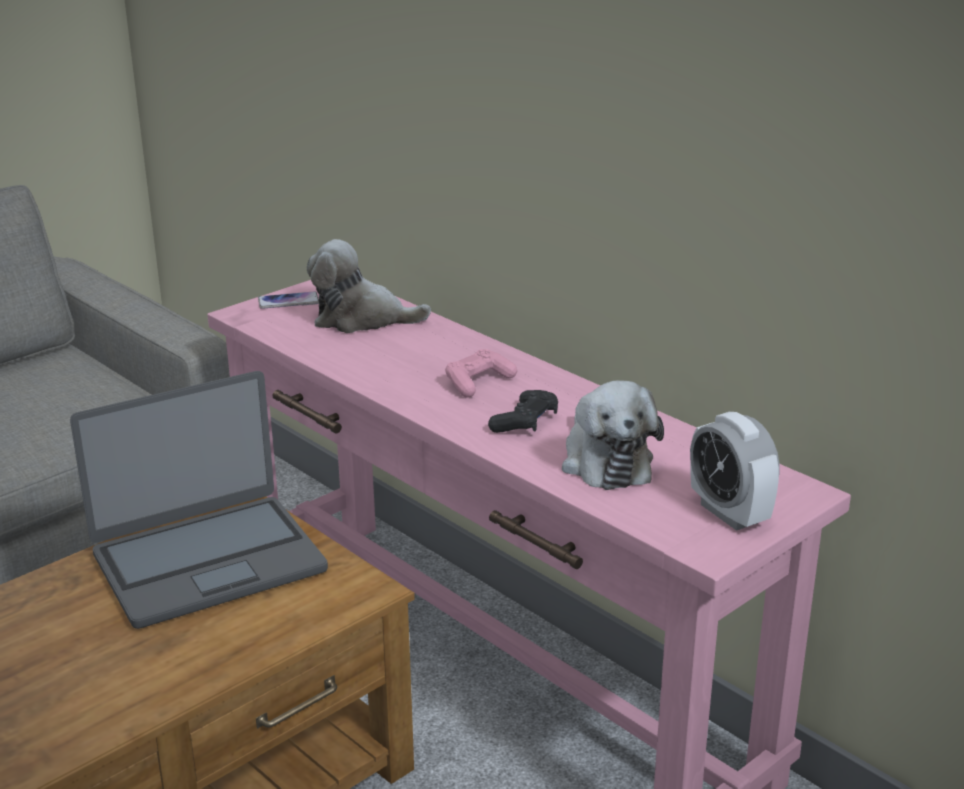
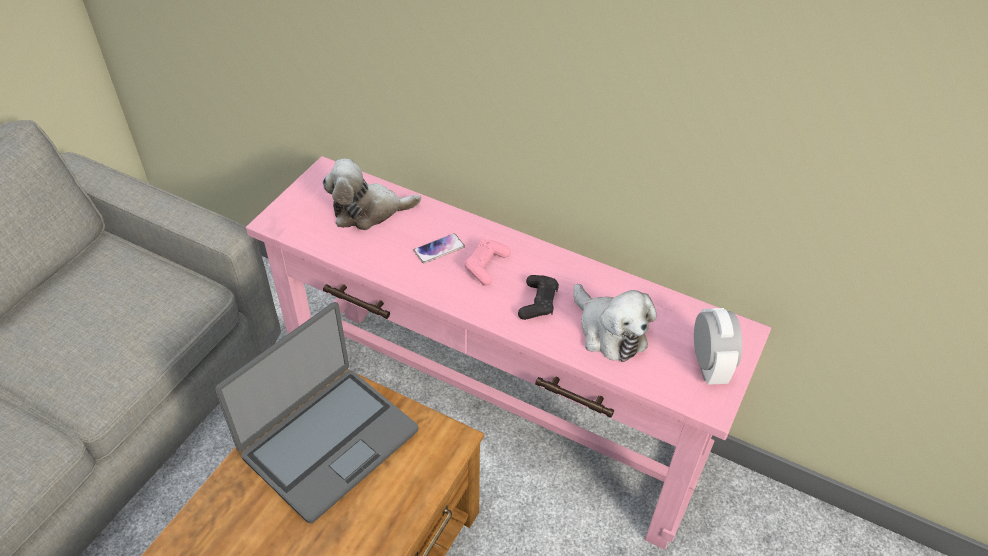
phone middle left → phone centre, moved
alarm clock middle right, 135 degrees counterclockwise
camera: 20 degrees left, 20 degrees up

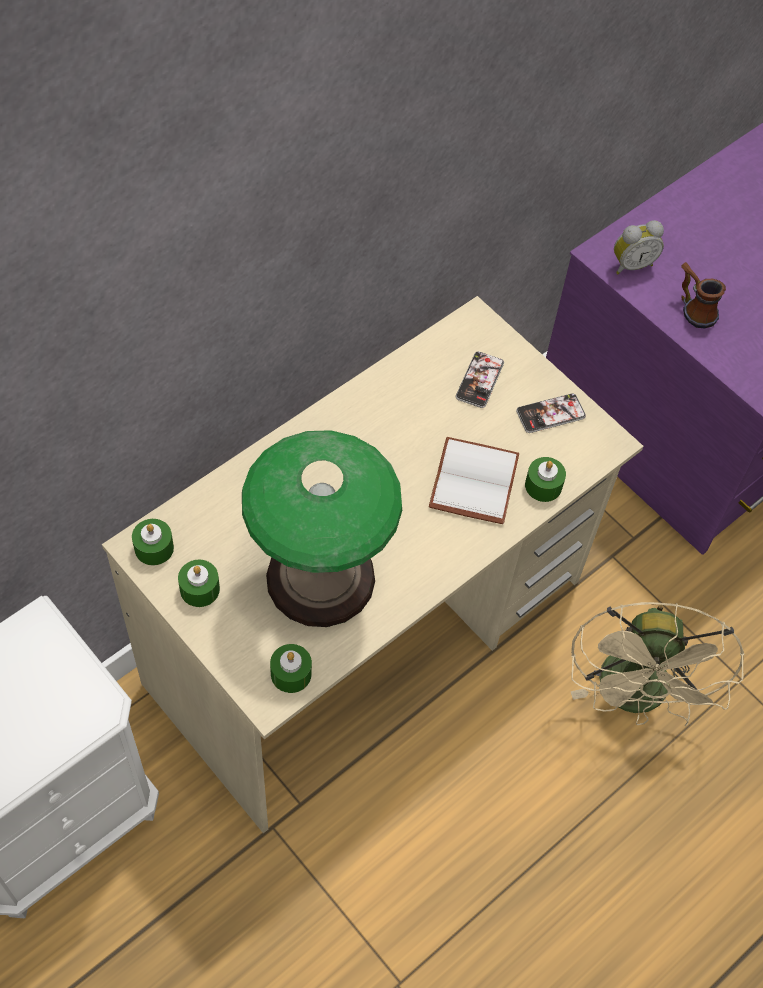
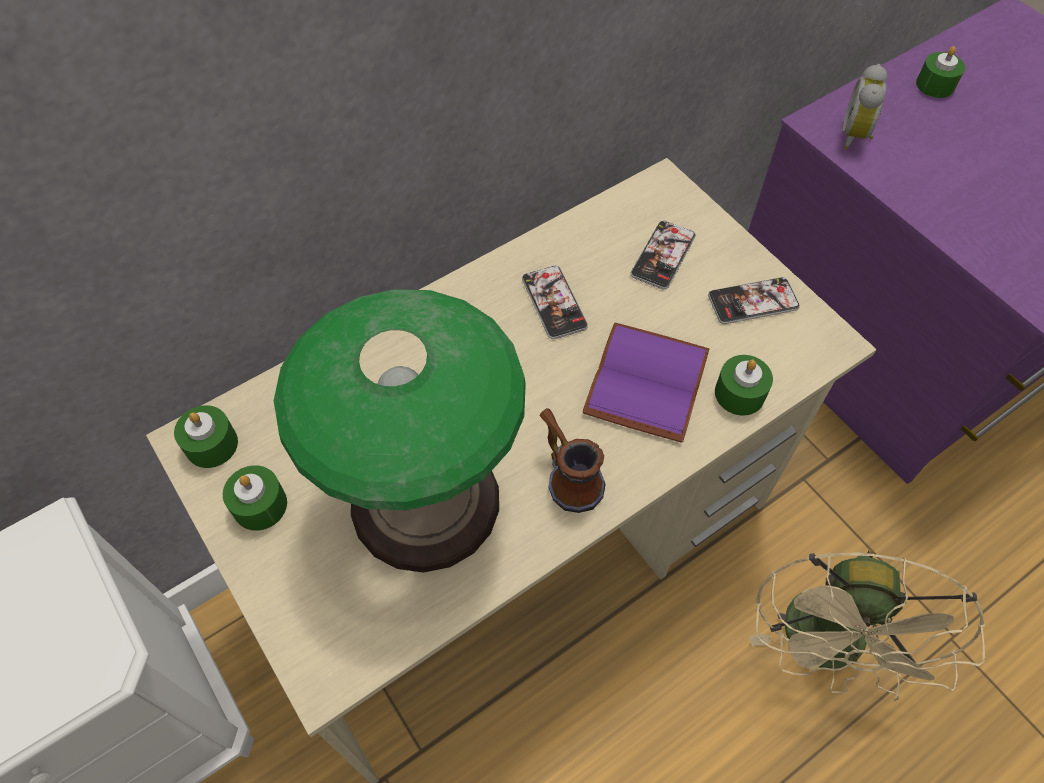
alarm clock top right, 120 degrees clockwise
mug top right → mug centre, moved
white book centre → purple book centre
green candle (3rd from left in the first image) bottom centre → green candle (4th from left) top right, moved
- → phone (1st from left) centre
camera: 10 degrees right, 0 degrees up

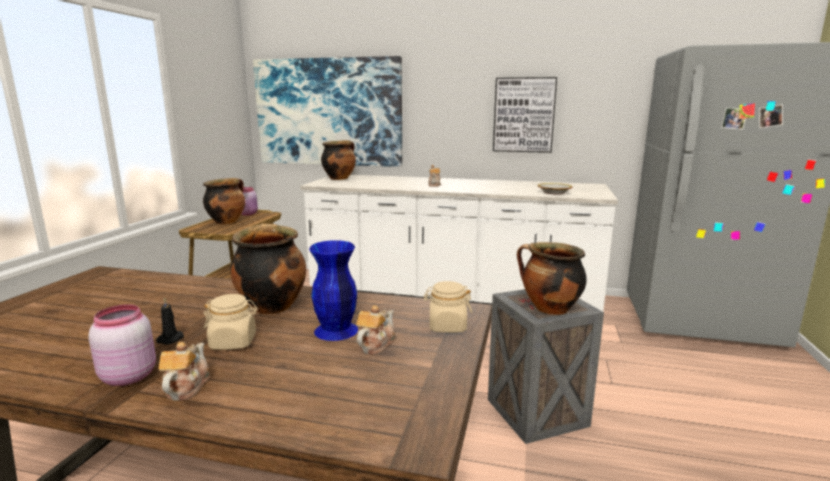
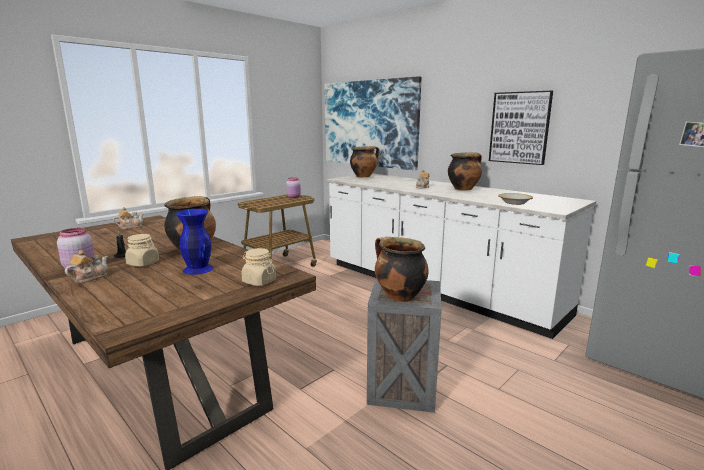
cooking pot (1st from left in the first image) middle left → cooking pot (4th from left) centre, moved
teapot (2nd from left) bottom centre → teapot (2nd from left) middle left, moved
camera: 30 degrees right, 0 degrees up

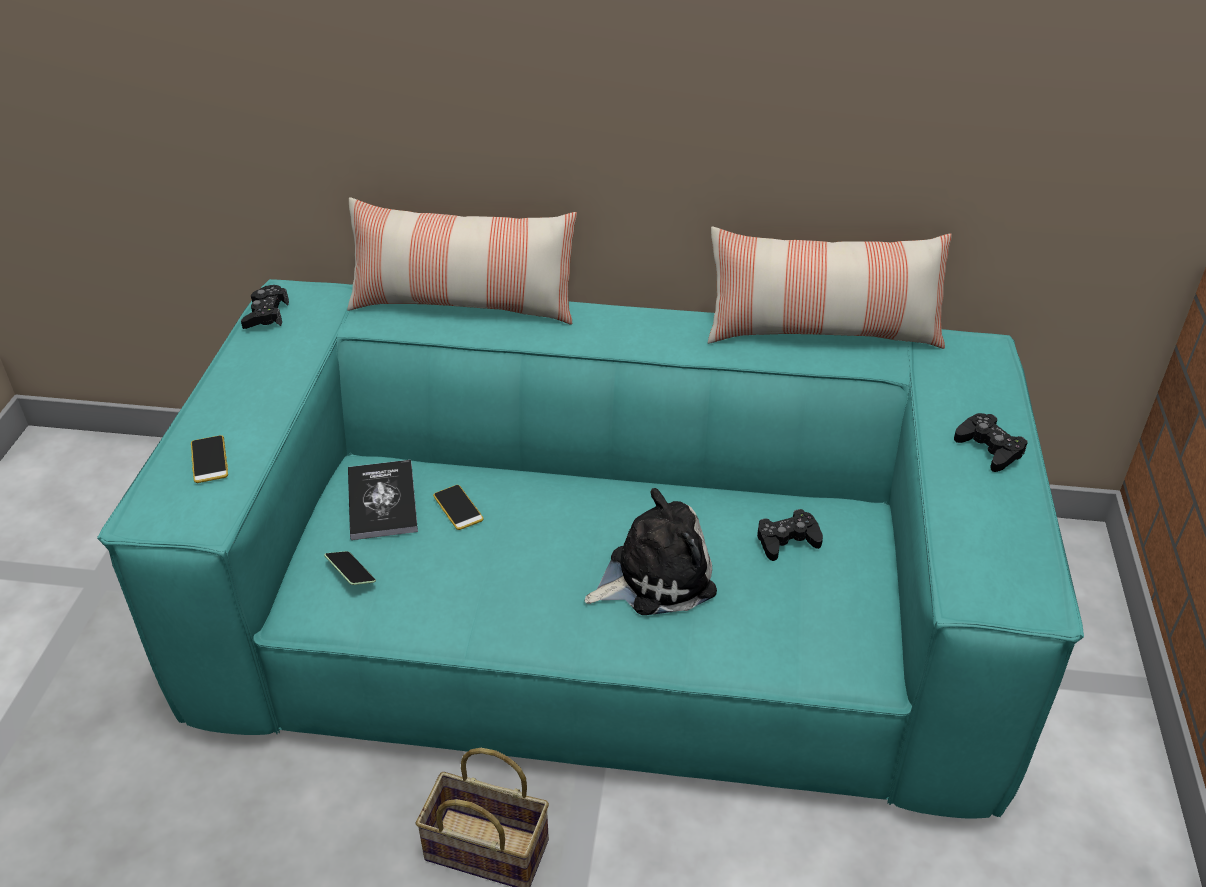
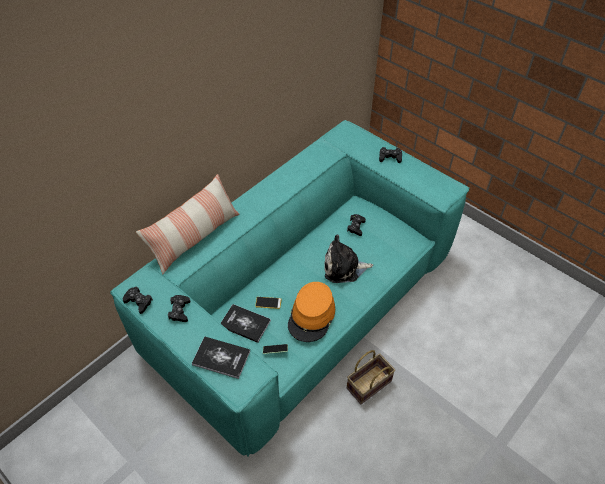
pillow (2nd from left) top right → -
phone (1st from left) middle left → book (1st from left) bottom centre
plush toy centre, 105 degrees counterclockwise
- → orange hat centre
- → black game controller (2nd from left) middle left
camera: 55 degrees left, 10 degrees up

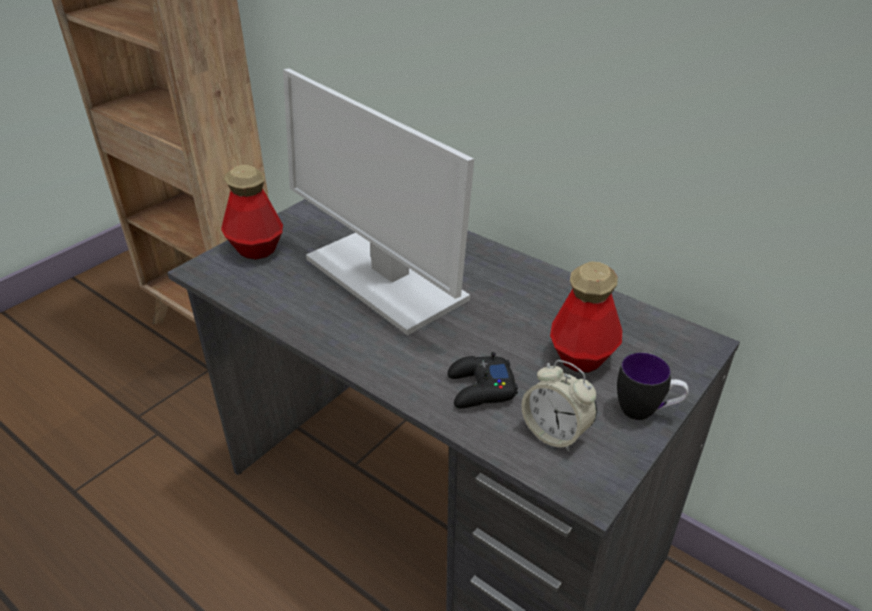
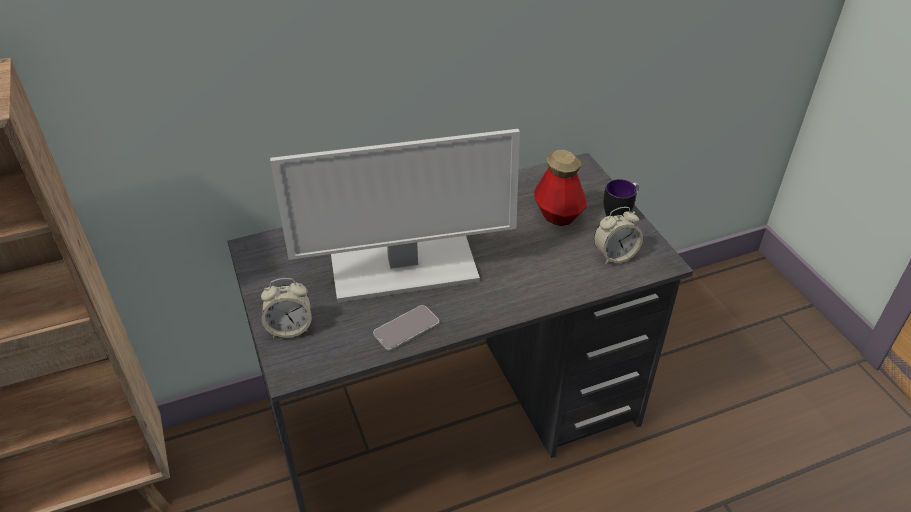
bottle (1st from left) middle left → alarm clock (1st from left) middle left
black game controller centre → -
- → phone centre
camera: 60 degrees left, 5 degrees up

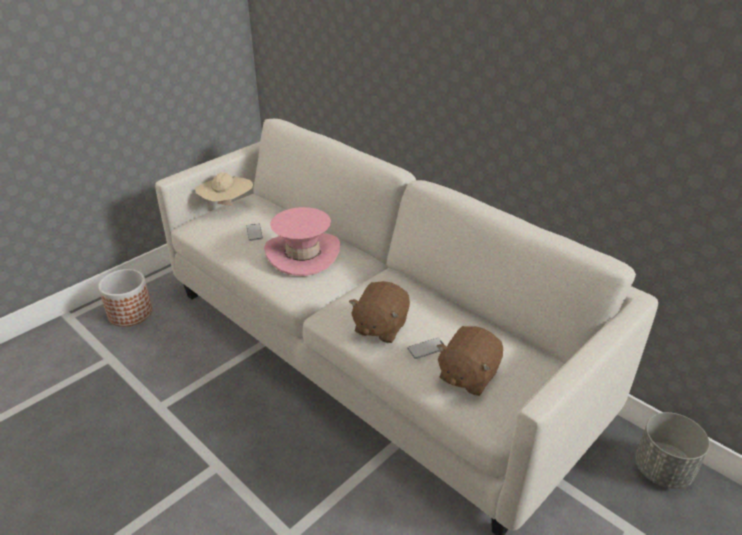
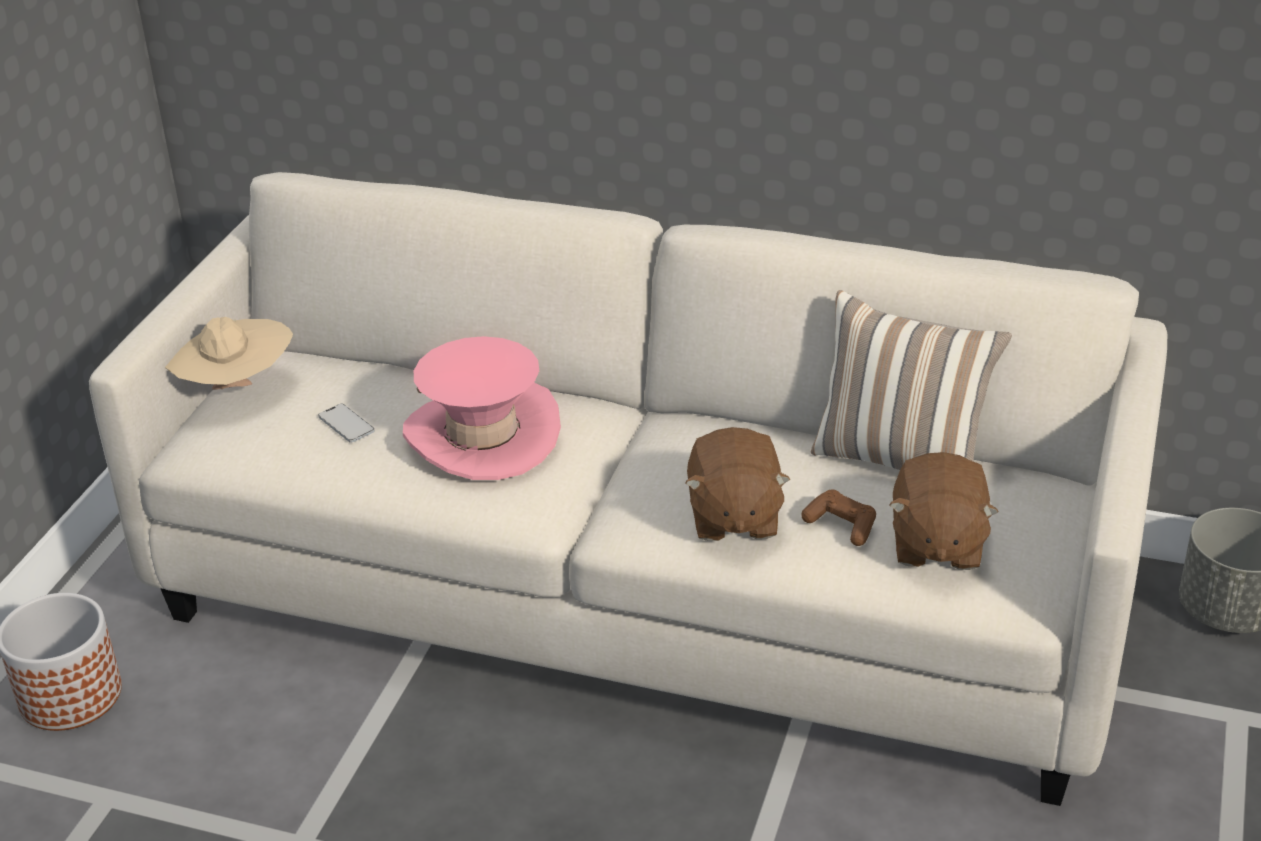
phone (2nd from left) centre → brown game controller centre
- → pillow middle right
camera: 25 degrees left, 0 degrees up

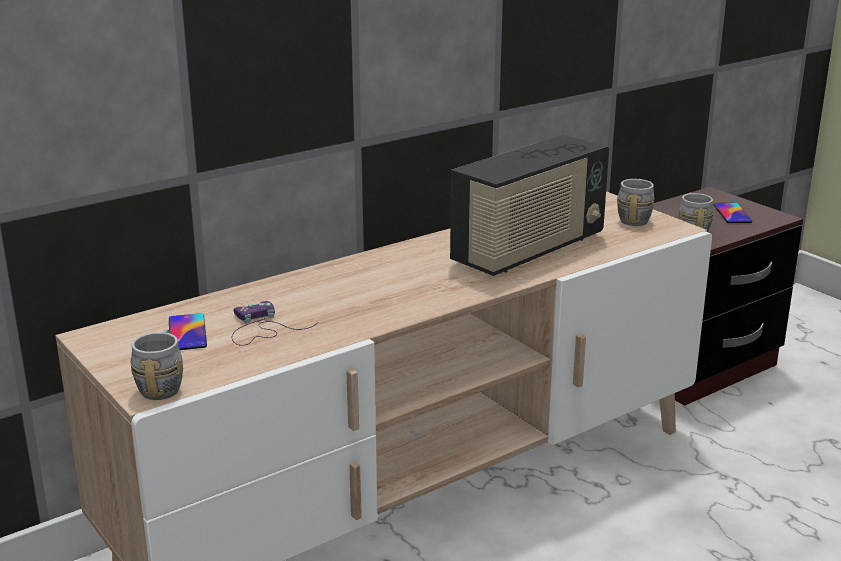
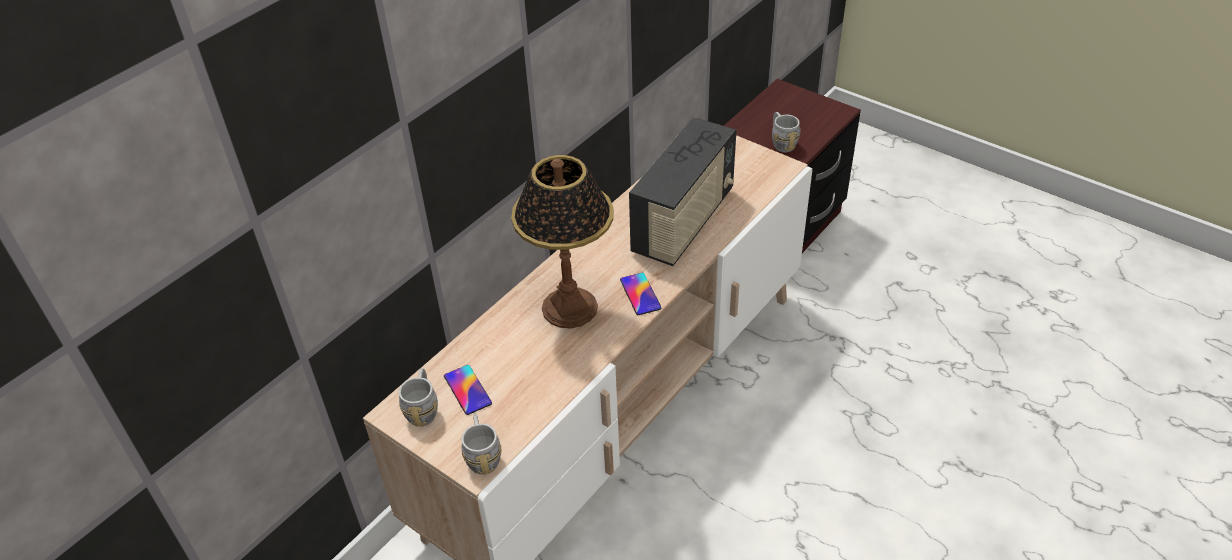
grey mug (2nd from left in the first image) middle right → grey mug (1st from left) bottom centre, moved
phone (2nd from left) middle right → phone (2nd from left) centre, moved
purple game controller middle left → -
- → table lamp centre
camera: 15 degrees left, 20 degrees up

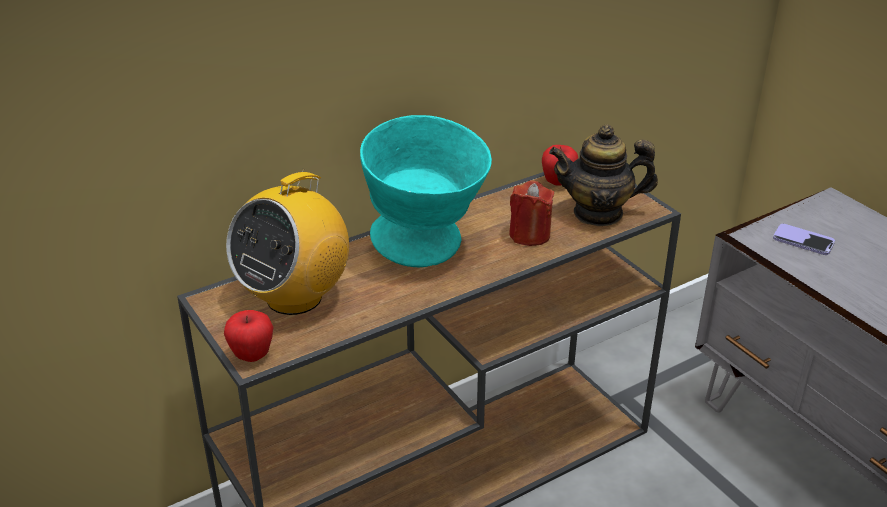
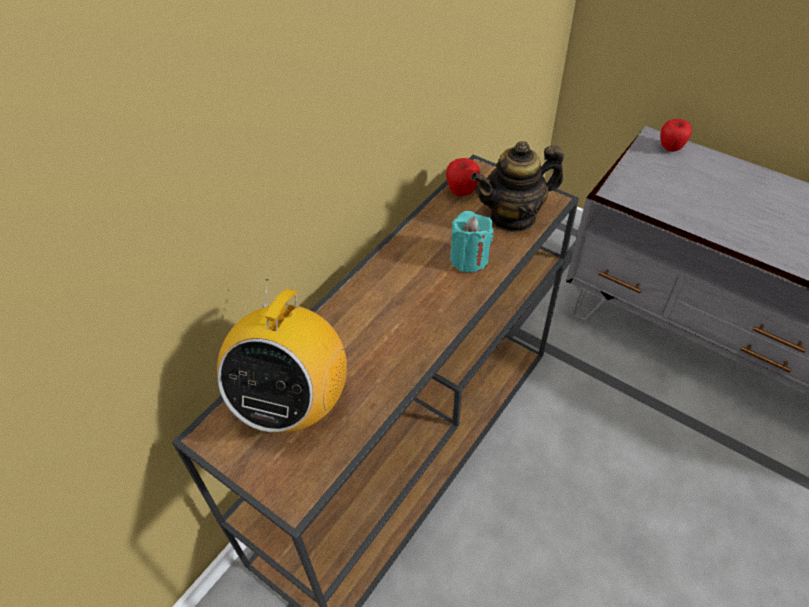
turquoise bowl centre → -
red candle centre → turquoise candle centre
phone middle right → -
apple (1st from left in the first image) middle left → apple (2nd from left) top right, moved
camera: 20 degrees left, 15 degrees up

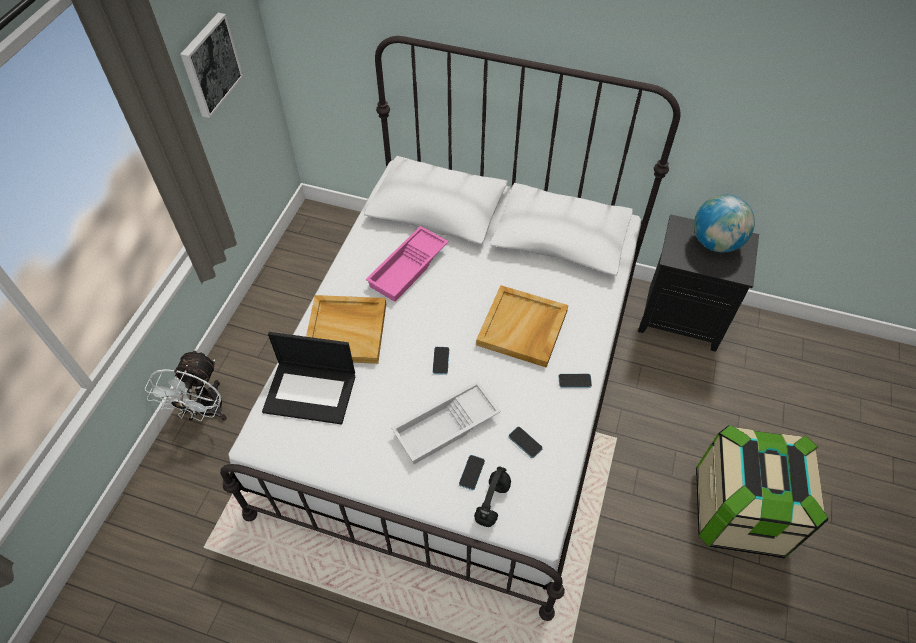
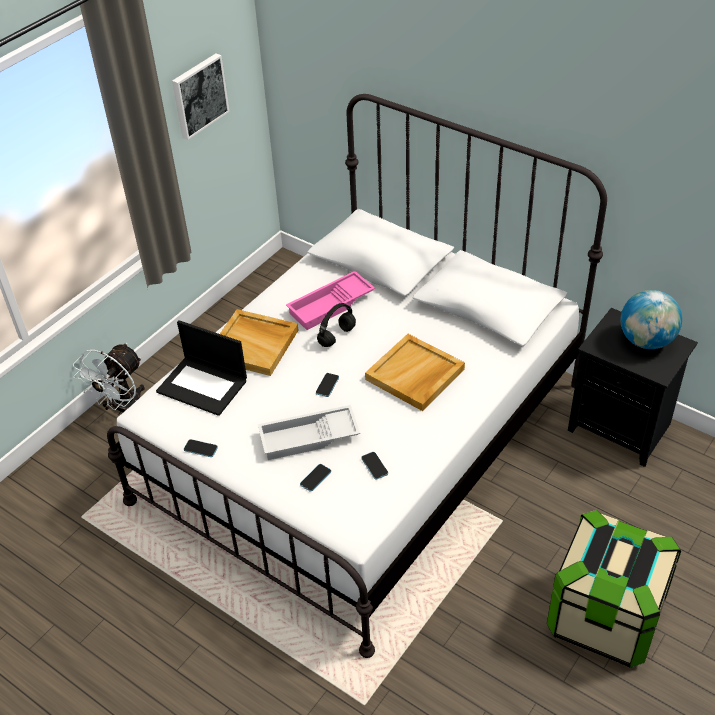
phone (4th from left in the first image) centre → phone (1st from left) middle left, moved
black headphones bottom centre → black headphones centre, moved
camera: 20 degrees right, 10 degrees down

